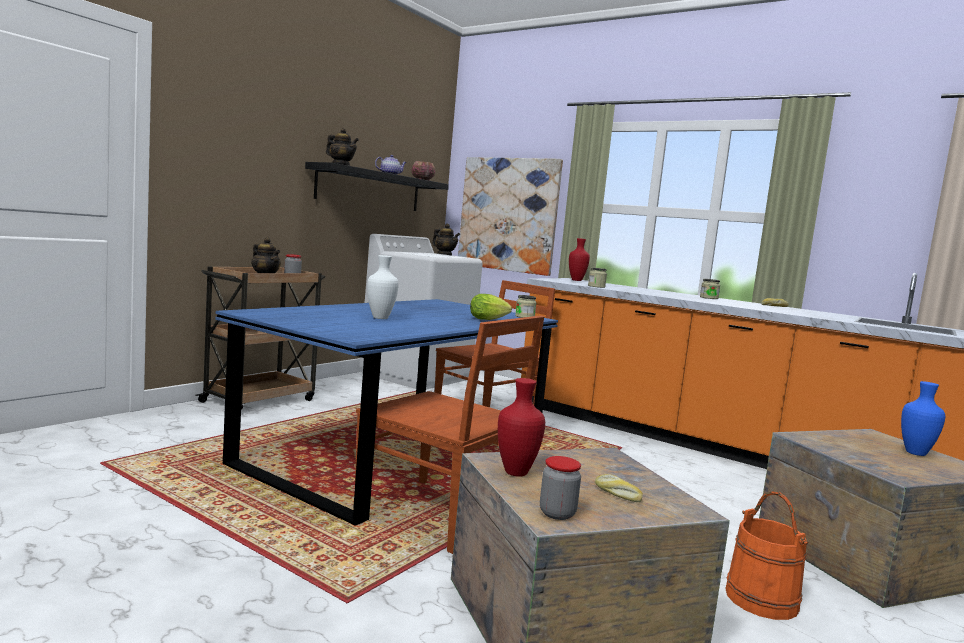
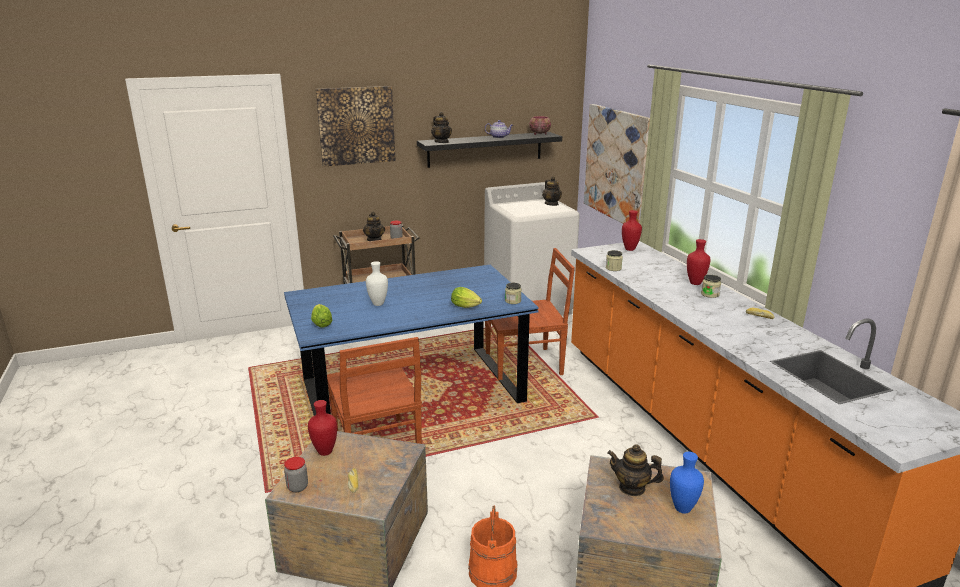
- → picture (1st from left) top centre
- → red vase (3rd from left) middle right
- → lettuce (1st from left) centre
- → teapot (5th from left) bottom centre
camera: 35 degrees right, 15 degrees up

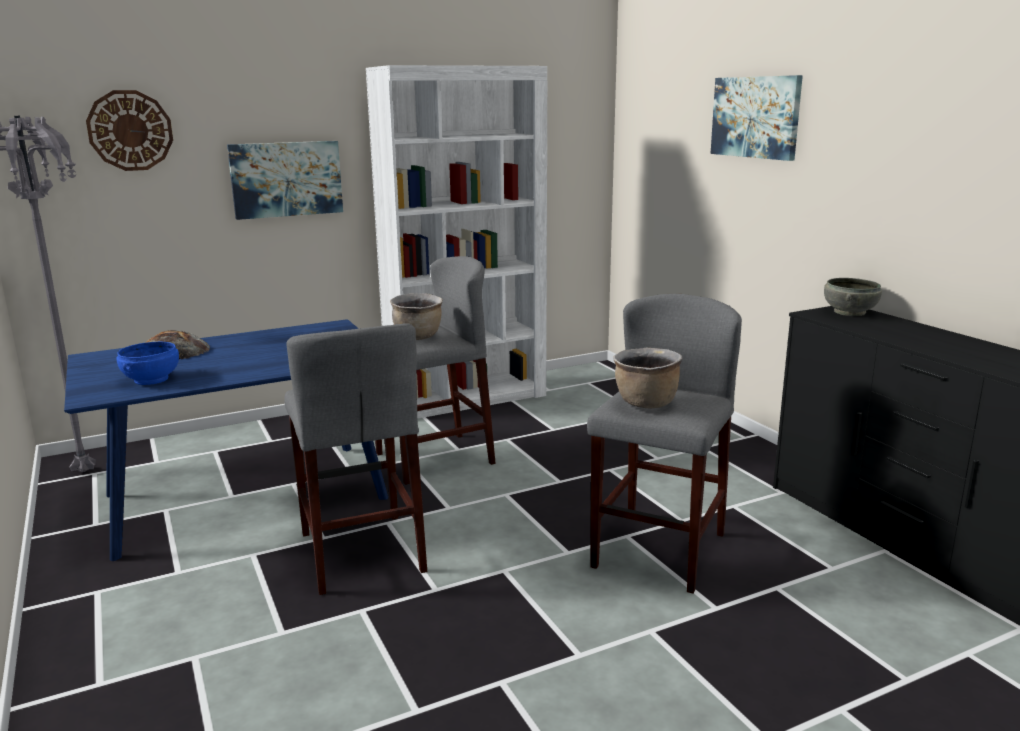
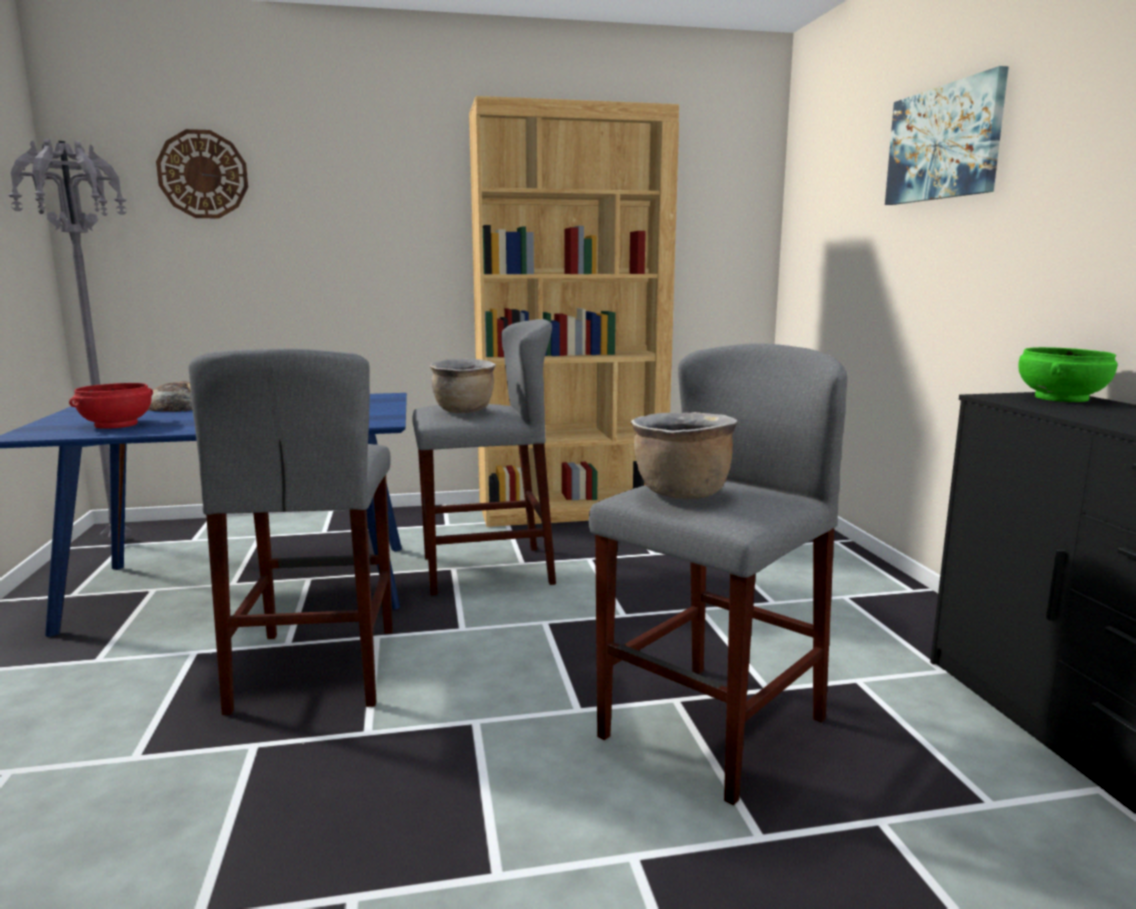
white bookcase top centre → brown bookcase centre
picture (1st from left) top left → -
grey bowl middle right → green bowl middle right
blue bowl middle left → red bowl middle left
camera: 15 degrees right, 5 degrees down

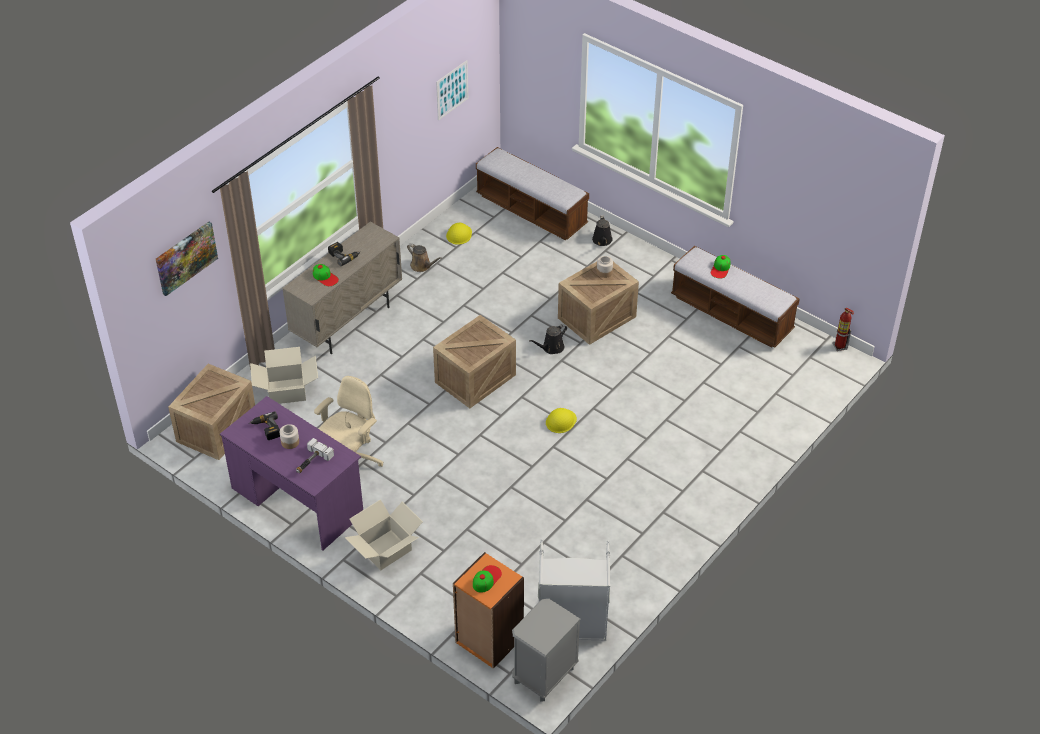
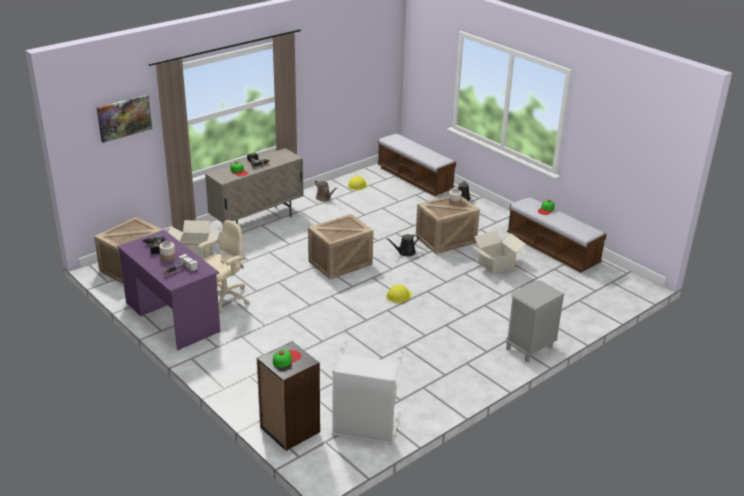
picture (2nd from left) top centre → -
fire extinguisher middle right → -
cardboard box (2nd from left) bottom centre → cardboard box (2nd from left) middle right, moved
orange bookcase bottom centre → black bookcase bottom centre
grey nightstand bottom centre → grey nightstand middle right, moved
camera: 10 degrees right, 15 degrees down

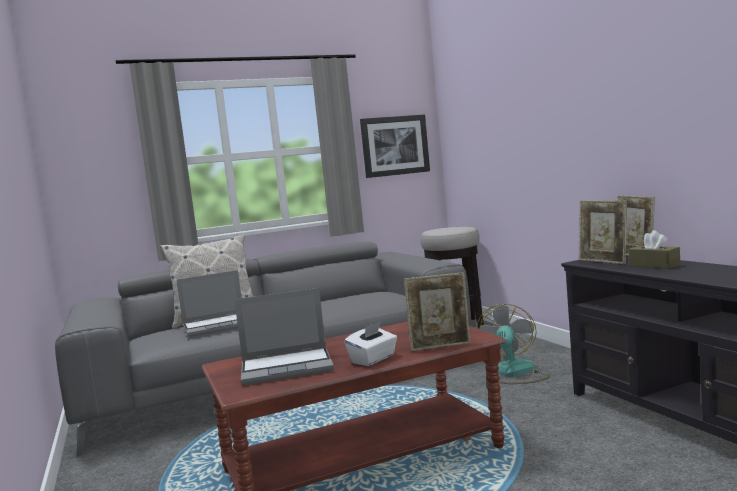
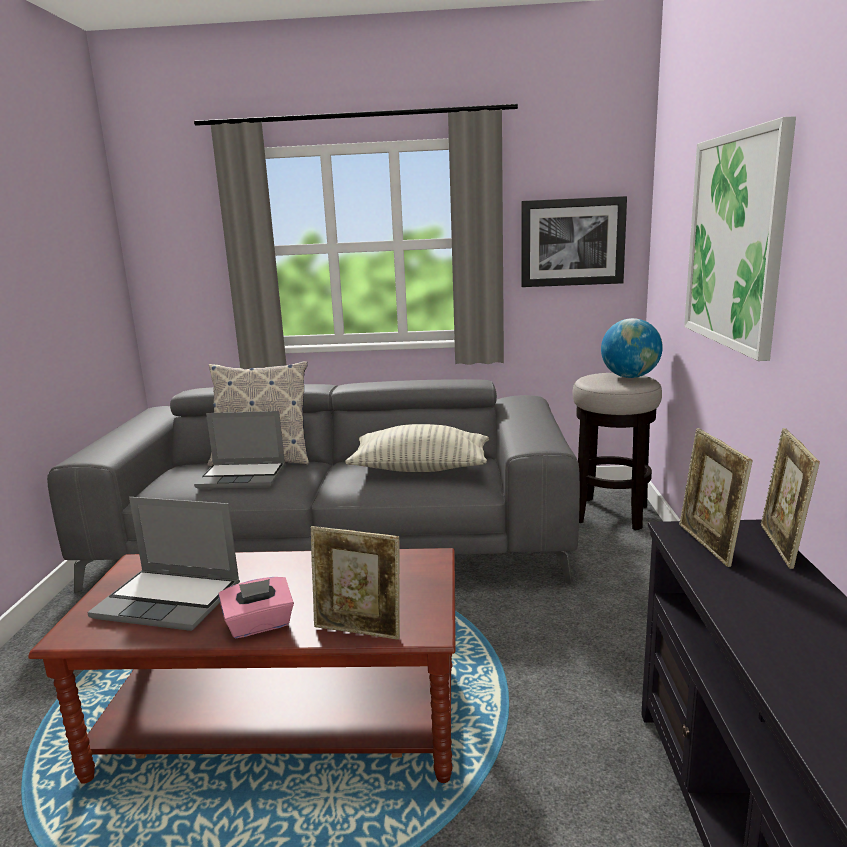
brown tissue box middle right → -
fan bottom right → -
white tissue box bottom centre → pink tissue box bottom left
- → picture (2nd from left) top right
- → globe middle right
- → pillow (2nd from left) centre
camera: 25 degrees right, 10 degrees up

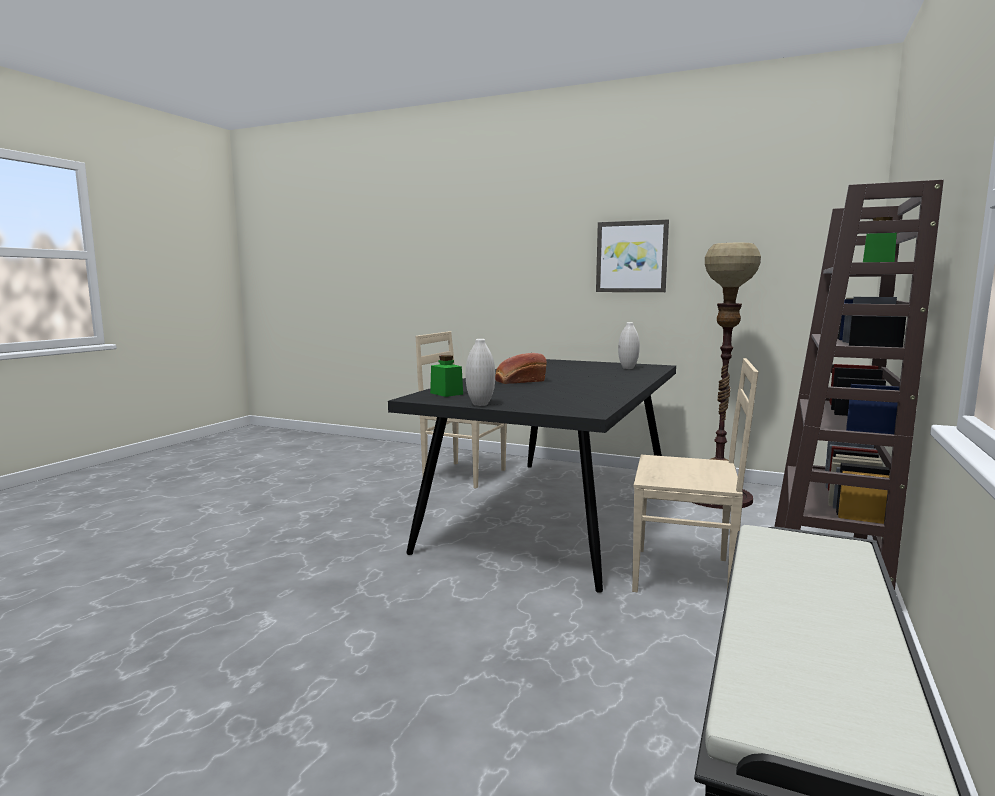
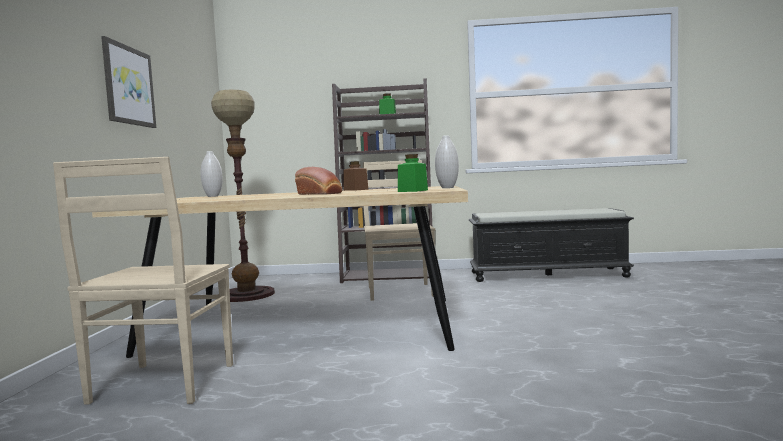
black dining table centre → beige dining table centre
- → brown jar centre
camera: 110 degrees left, 5 degrees down

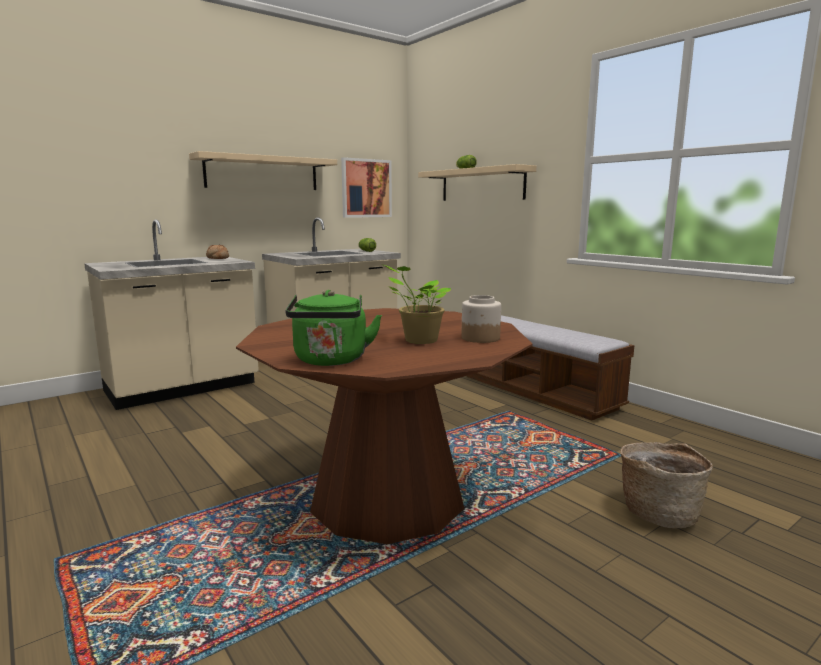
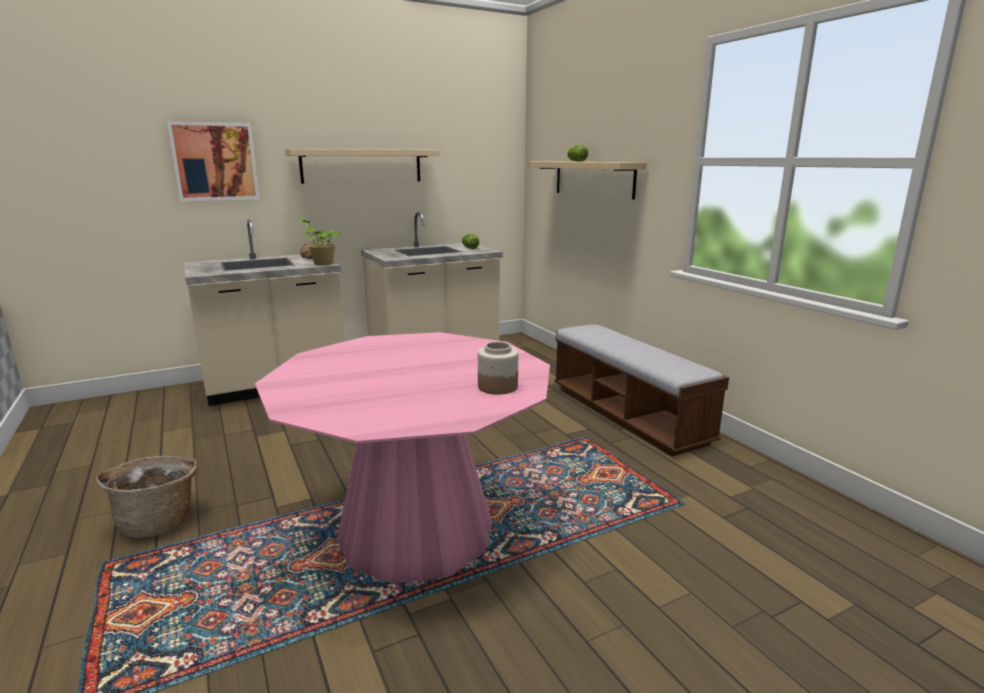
picture top centre → picture top left, moved
potted plant centre → potted plant middle left, moved
green kettle centre → -
brown dining table centre → pink dining table centre
basket bottom right → basket bottom left, moved
camera: 10 degrees right, 5 degrees up

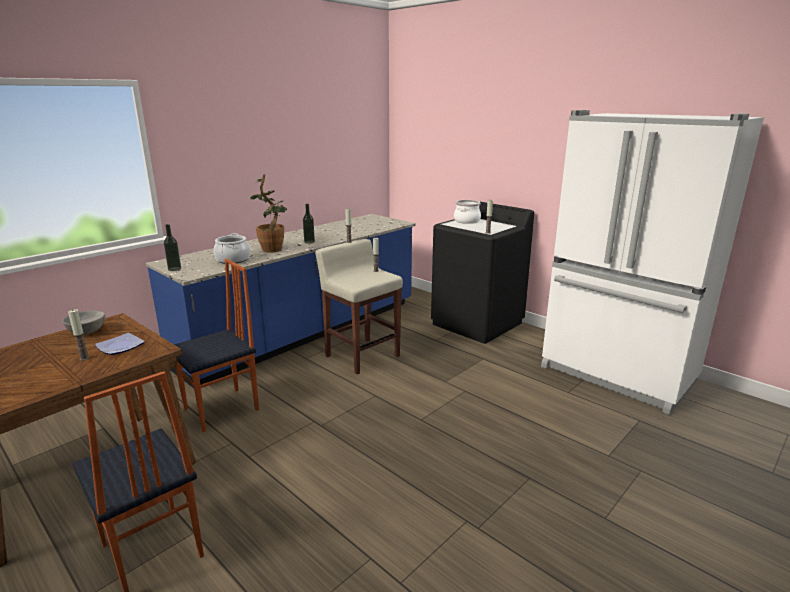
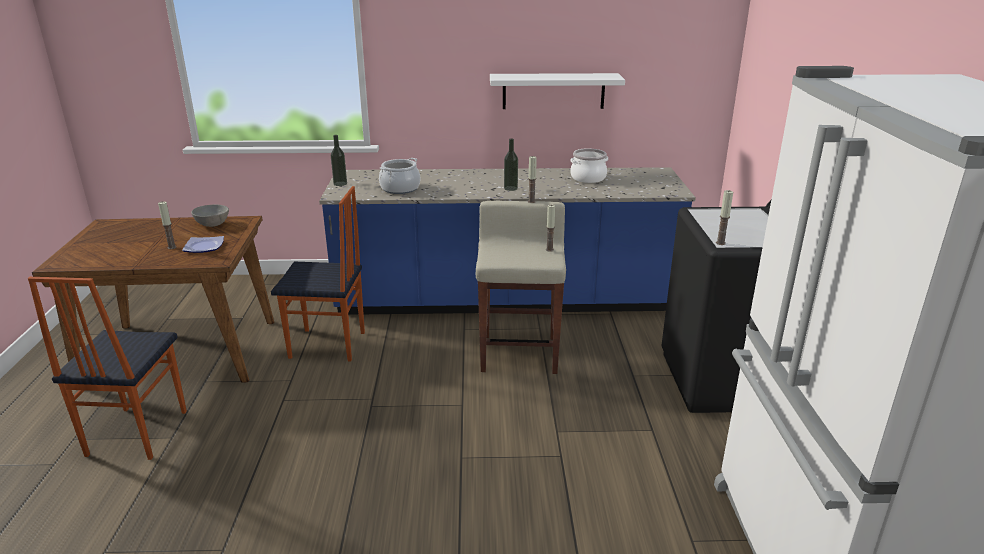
potted plant centre → -
cooking pot (2nd from left) centre → cooking pot (2nd from left) top centre, moved
- → white shelf top centre
camera: 45 degrees right, 5 degrees up

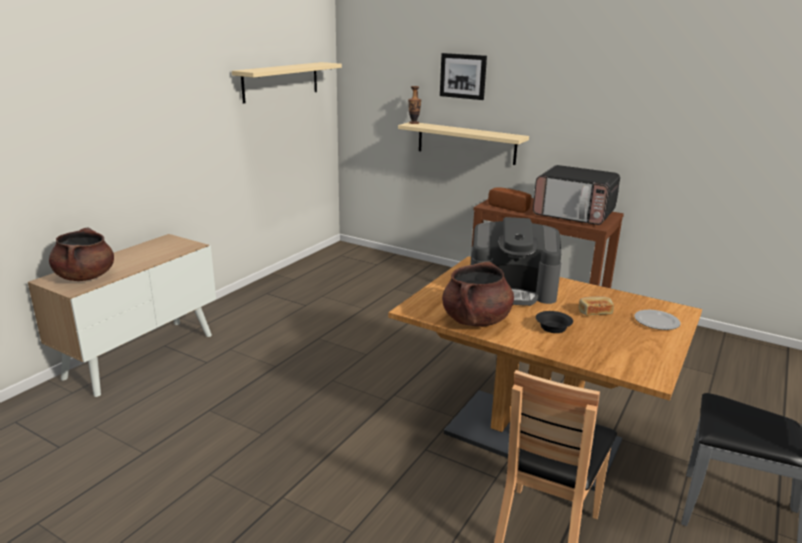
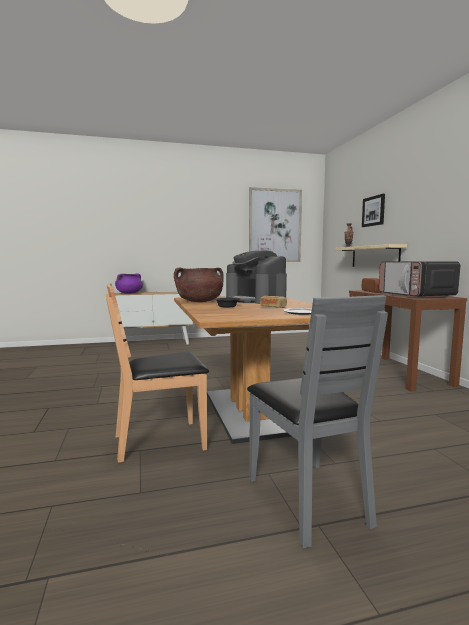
beige shelf (1st from left) top centre → picture (1st from left) centre
brown cooking pot (1st from left) middle left → purple cooking pot middle left
camera: 45 degrees right, 15 degrees down

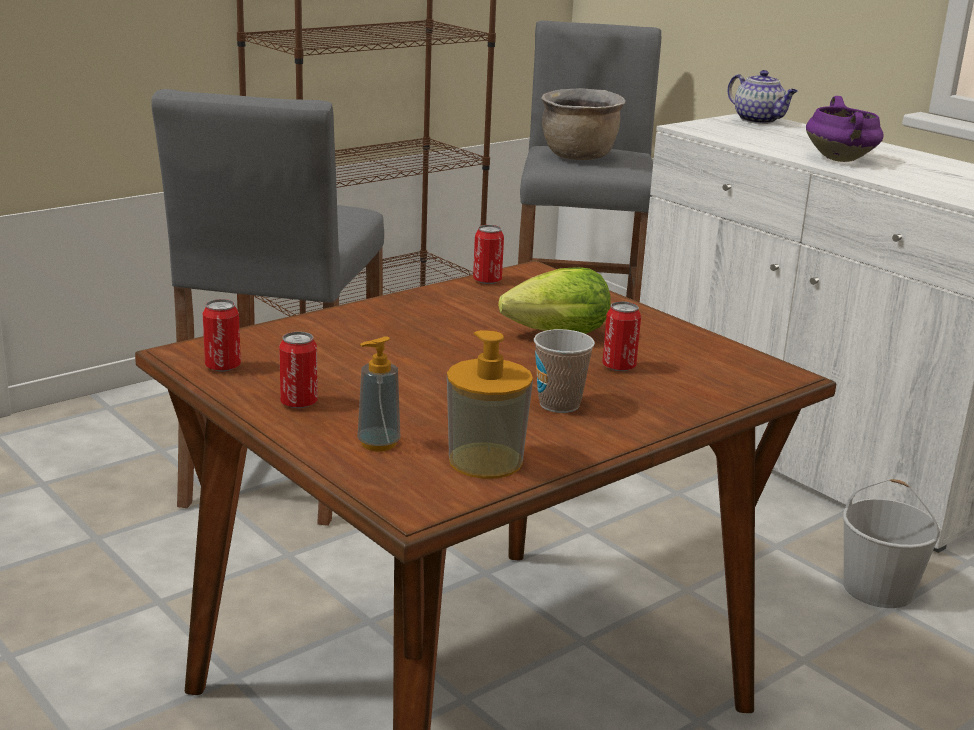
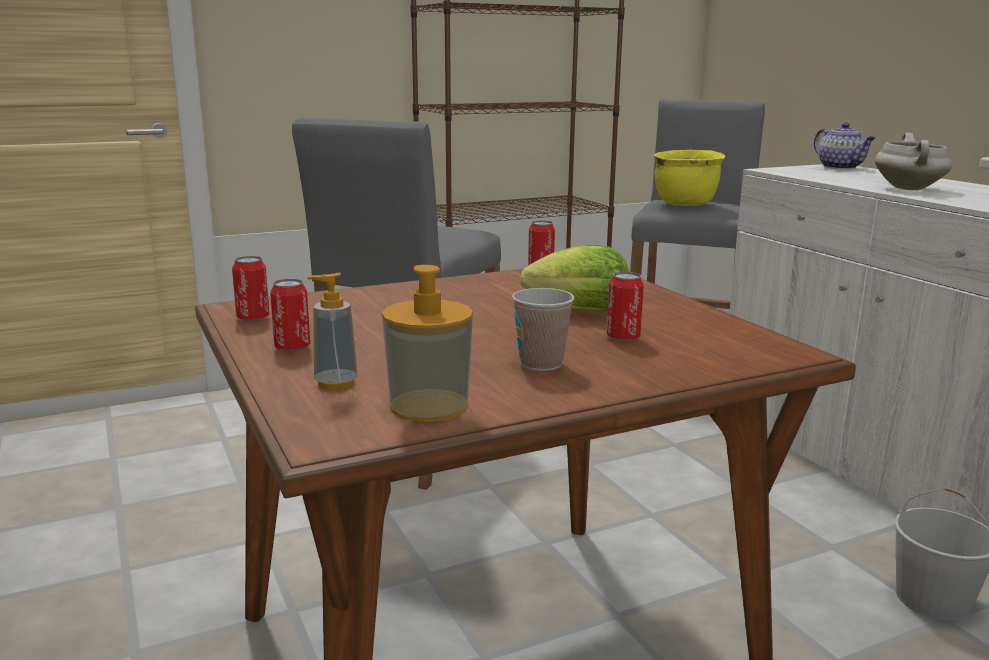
brown cooking pot top centre → yellow cooking pot top right
purple cooking pot top right → white cooking pot top right
camera: 15 degrees right, 5 degrees down

